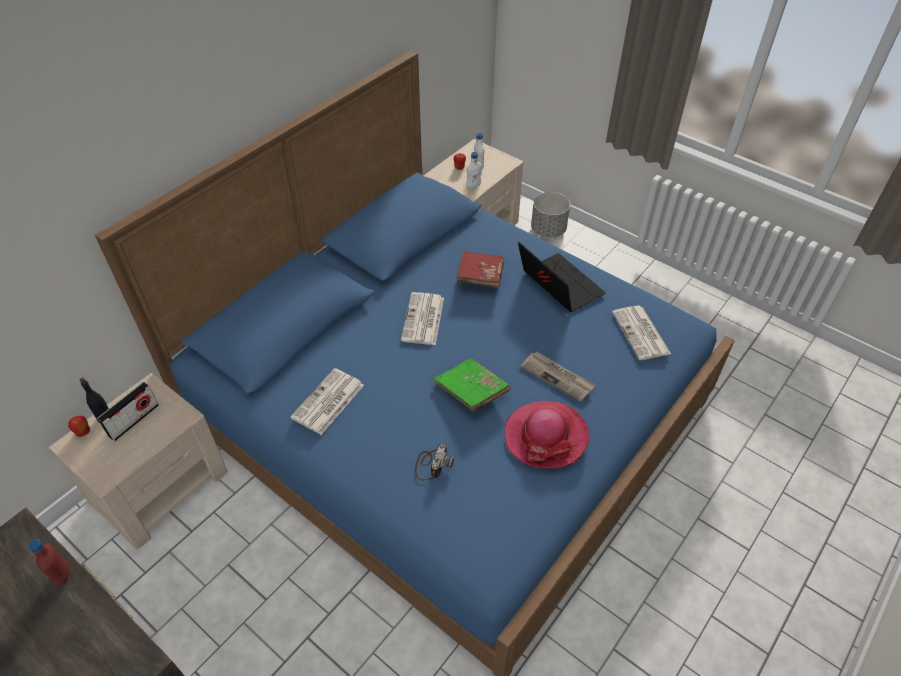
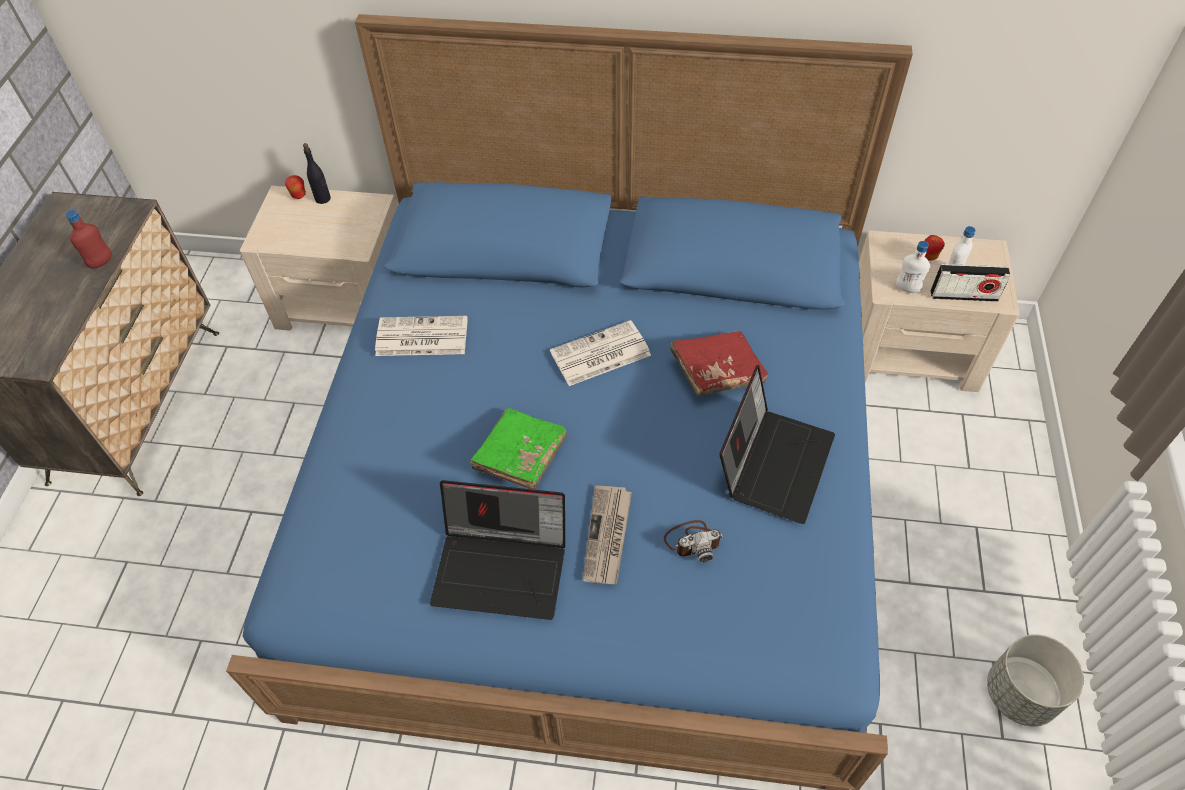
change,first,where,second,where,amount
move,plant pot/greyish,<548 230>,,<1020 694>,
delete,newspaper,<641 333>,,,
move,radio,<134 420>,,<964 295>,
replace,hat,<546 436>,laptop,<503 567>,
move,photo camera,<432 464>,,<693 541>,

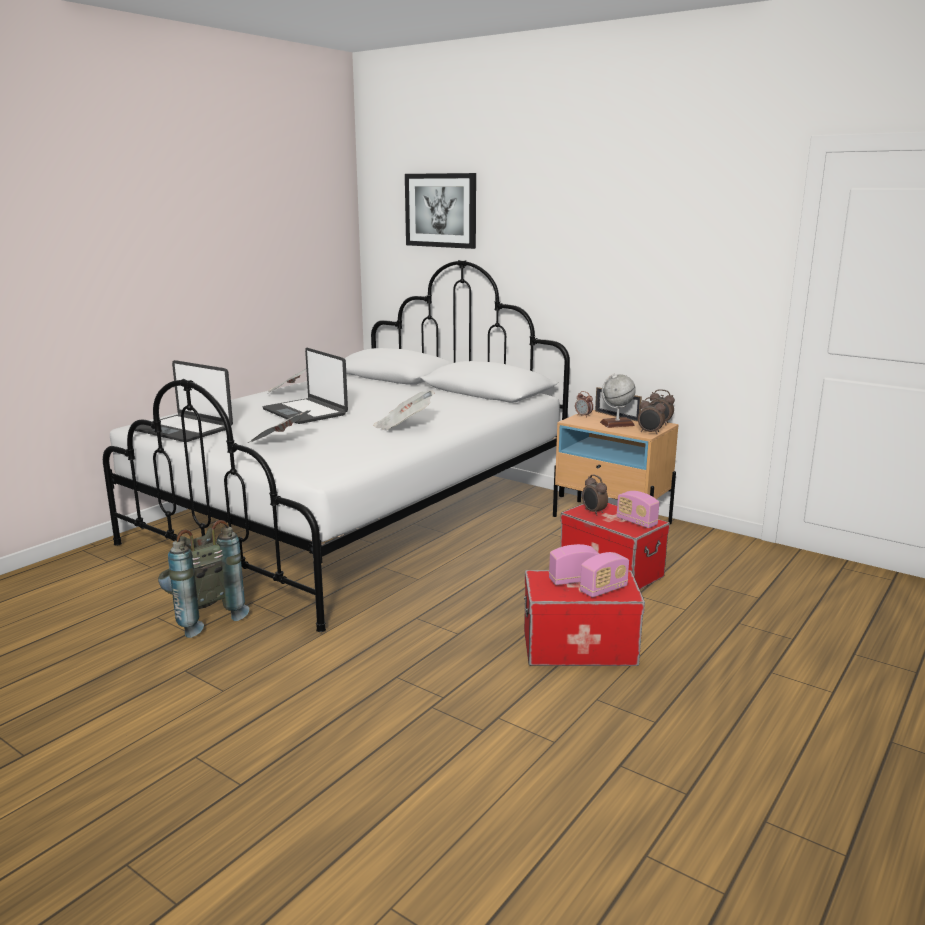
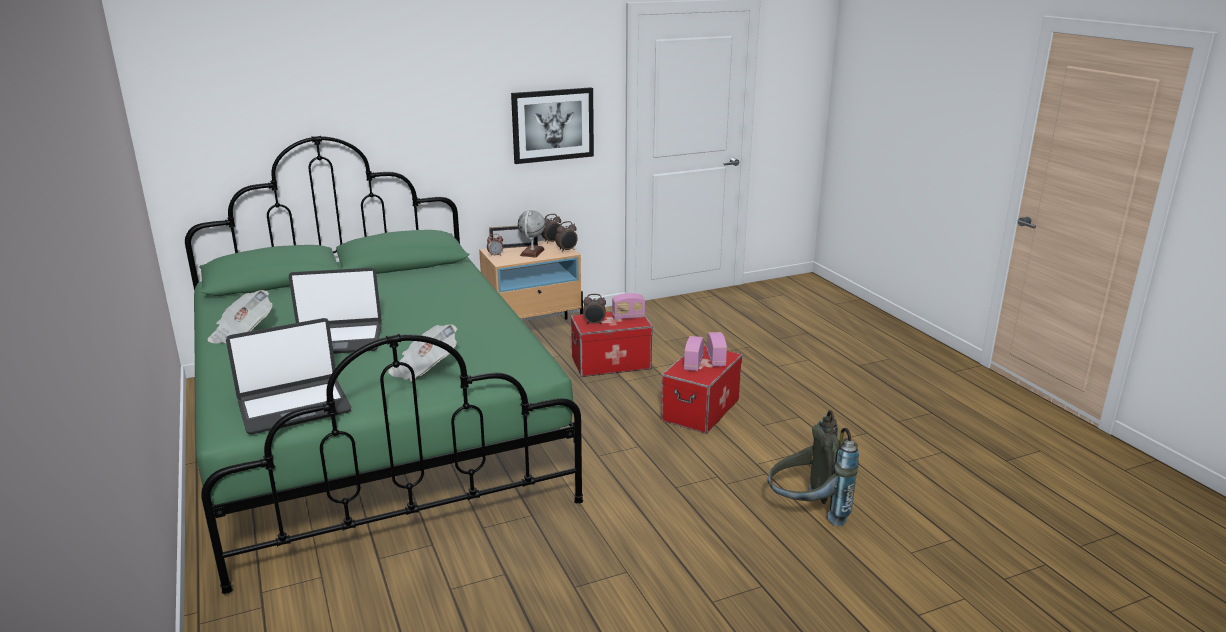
change,first,where,second,where,amount
move,wall picture,<441 210>,,<552 125>,
recolor,bed/whitish,<357 519>,bed/green-coloured,<375 433>,
delete,newspaper,<403 426>,,,
move,backpack/greyish,<201 617>,,<806 513>,

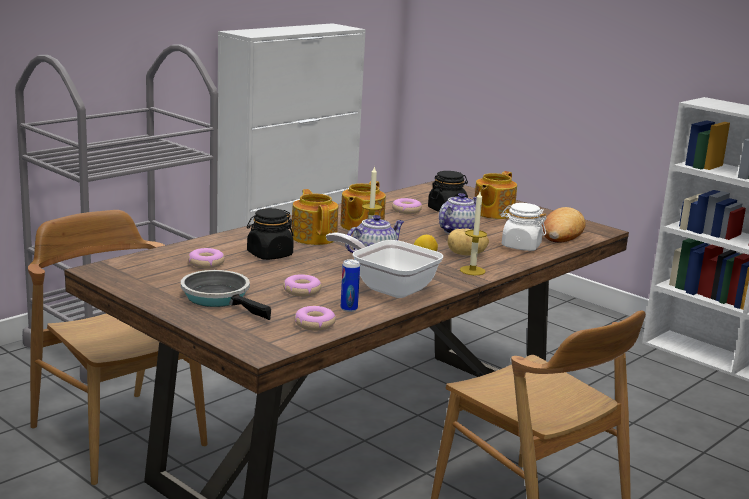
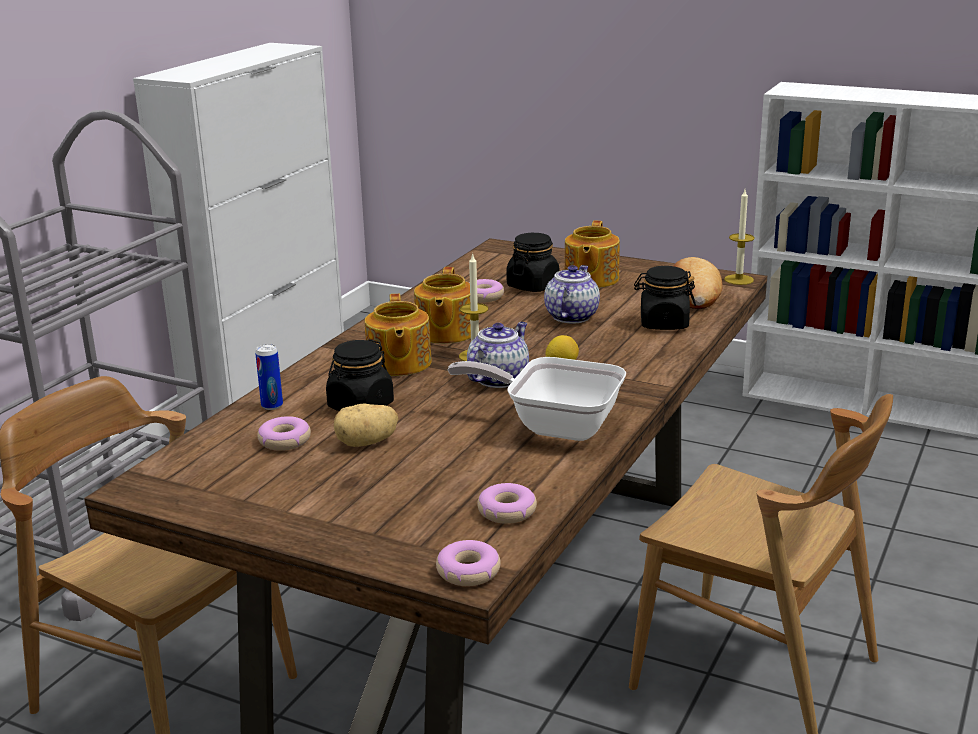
change,first,where,second,where,amount
rotate,pot for tea,<314 237>,,<398 364>,150 degrees counterclockwise
move,candle,<472 270>,,<739 279>,
recolor,preserve jar/whitish,<520 246>,preserve jar/blackish,<663 323>,
move,whole potato,<466 254>,,<367 443>,
move,metal can,<349 309>,,<272 406>,
delete,frying pan,<220 298>,,,
move,doughnut,<302 291>,,<468 572>,

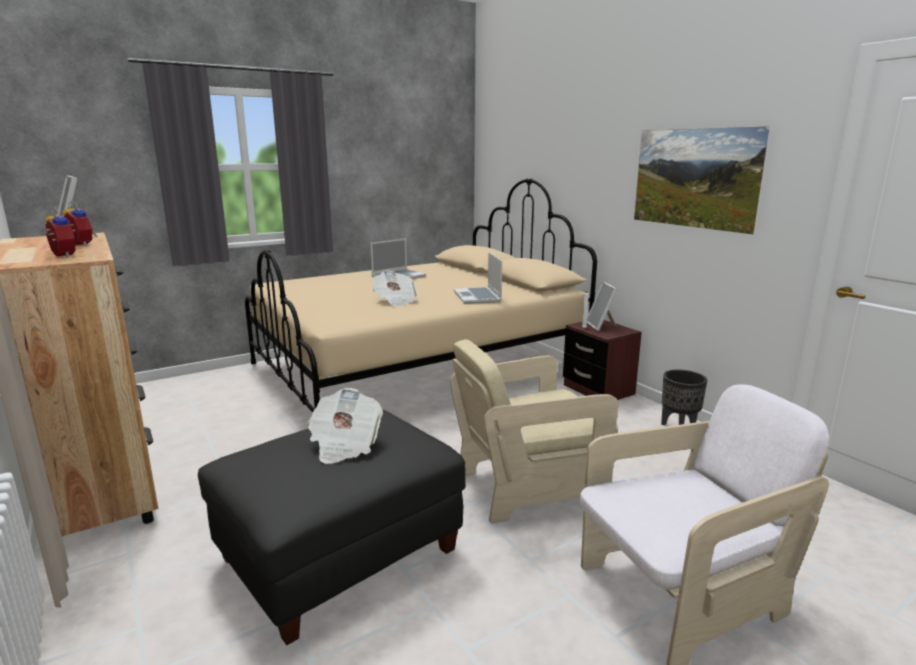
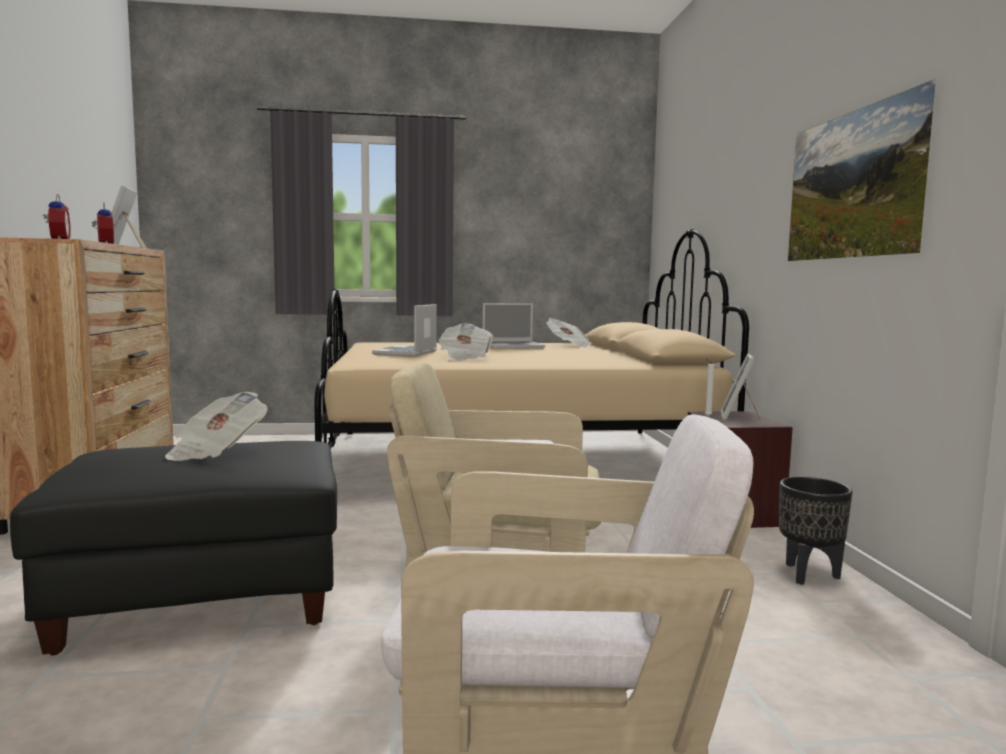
change,first,where,second,where,amount
move,laptop,<478 297>,,<406 353>,
insert,,,newspaper,<568 346>,

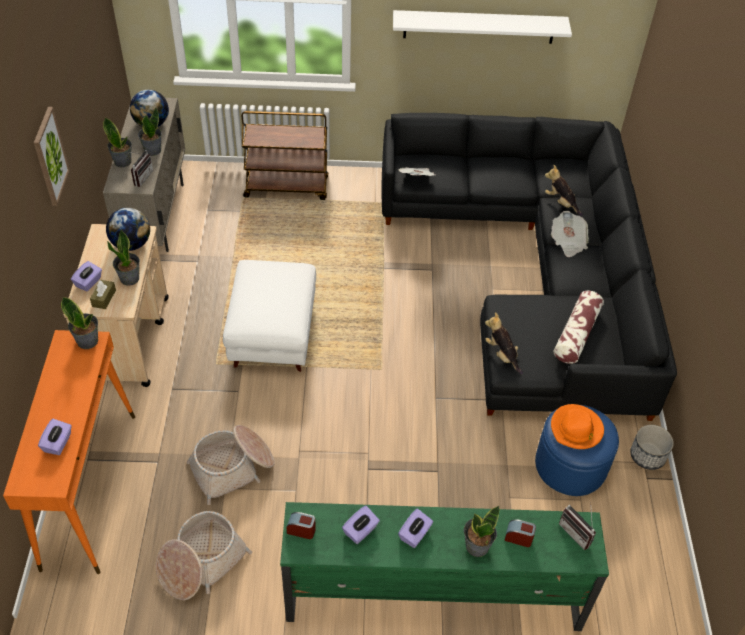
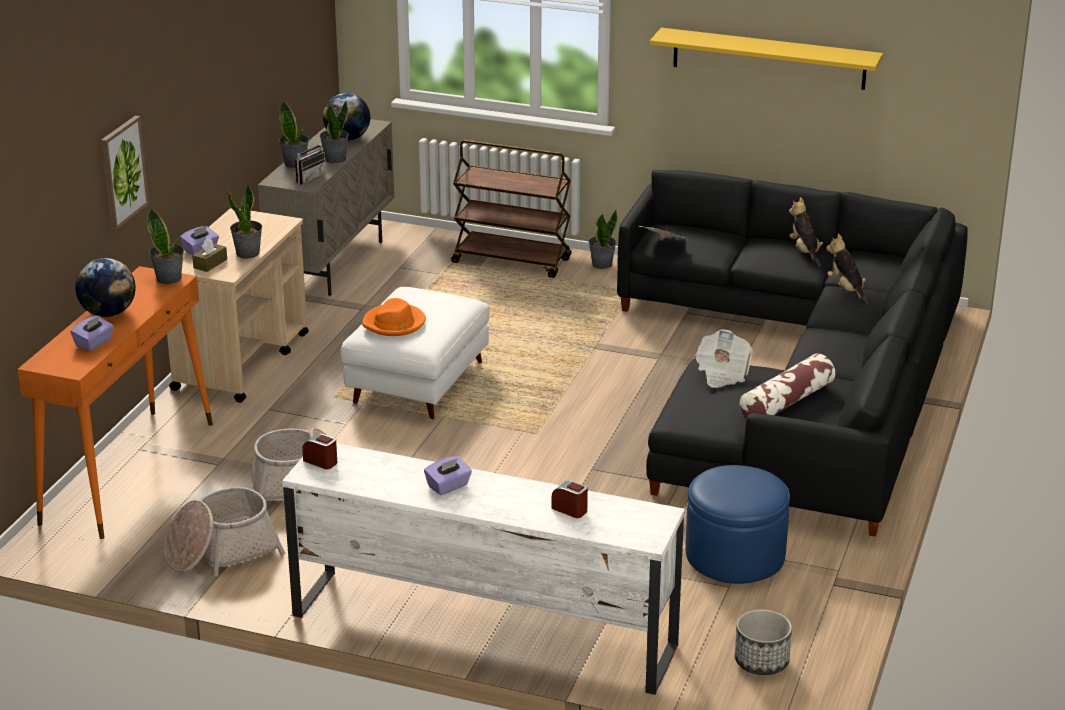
change,first,where,second,where,amount
recolor,shelf/whitish,<479 27>,shelf/yellow-coloured,<769 58>,
move,wall picture,<50 156>,,<123 172>,
move,desk globe,<131 244>,,<108 313>,
move,newspaper,<568 242>,,<722 374>,
move,plush toy,<502 355>,,<805 252>,
move,hat/orange,<576 429>,,<394 323>,
move,plant pot,<647 456>,,<762 662>,
recolor,tv unit/green-coloured,<432 596>,tv unit/whitish,<481 629>,
delete,radio,<577 533>,,,
delete,box of tissues/purplish,<361 531>,,,
move,potted plant,<476 546>,,<601 264>,

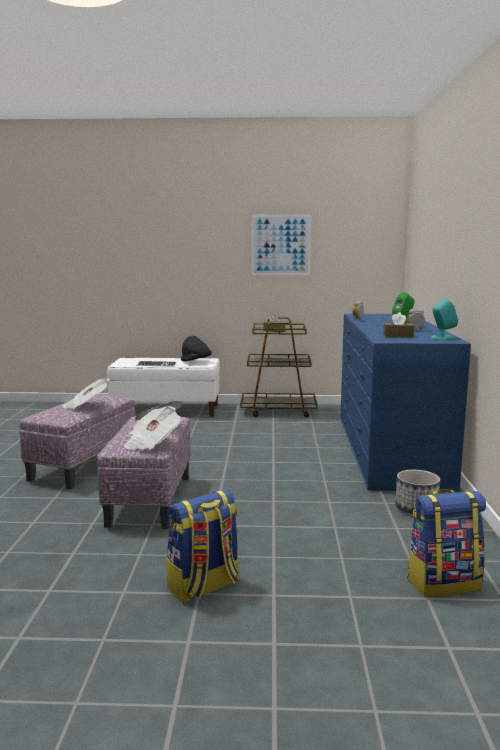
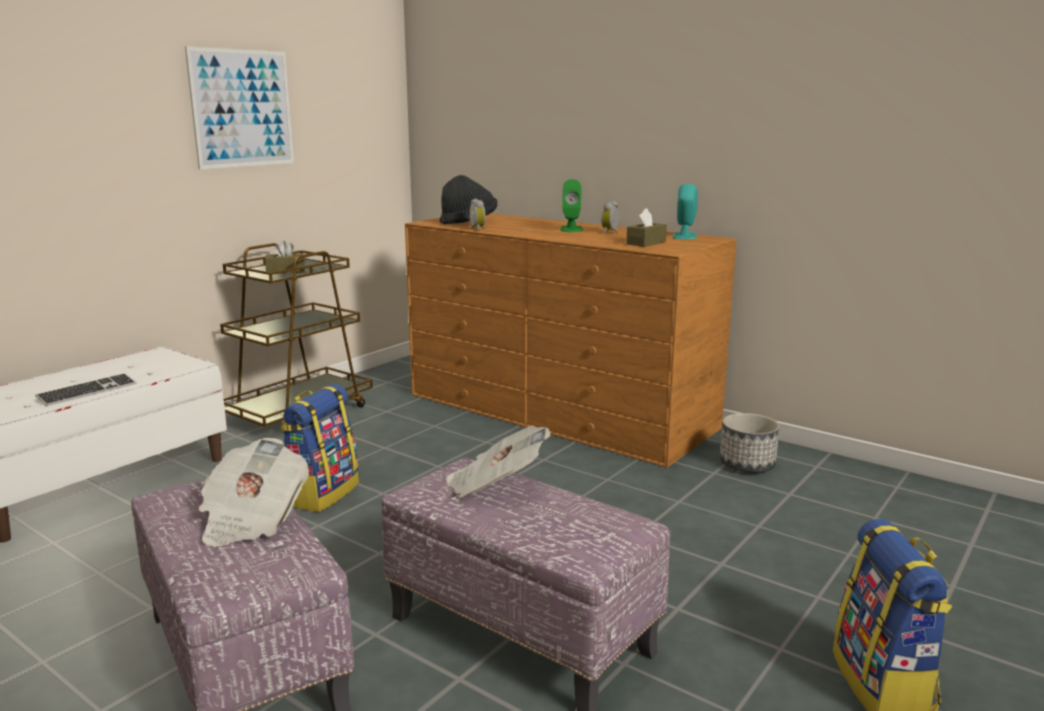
change,first,where,second,where,amount
recolor,dresser/blue-coloured,<390 450>,dresser/brownish,<558 411>,
move,hat/blackish,<196 362>,,<469 222>,
delete,newspaper,<152 443>,,,
move,backpack,<443 583>,,<322 493>,

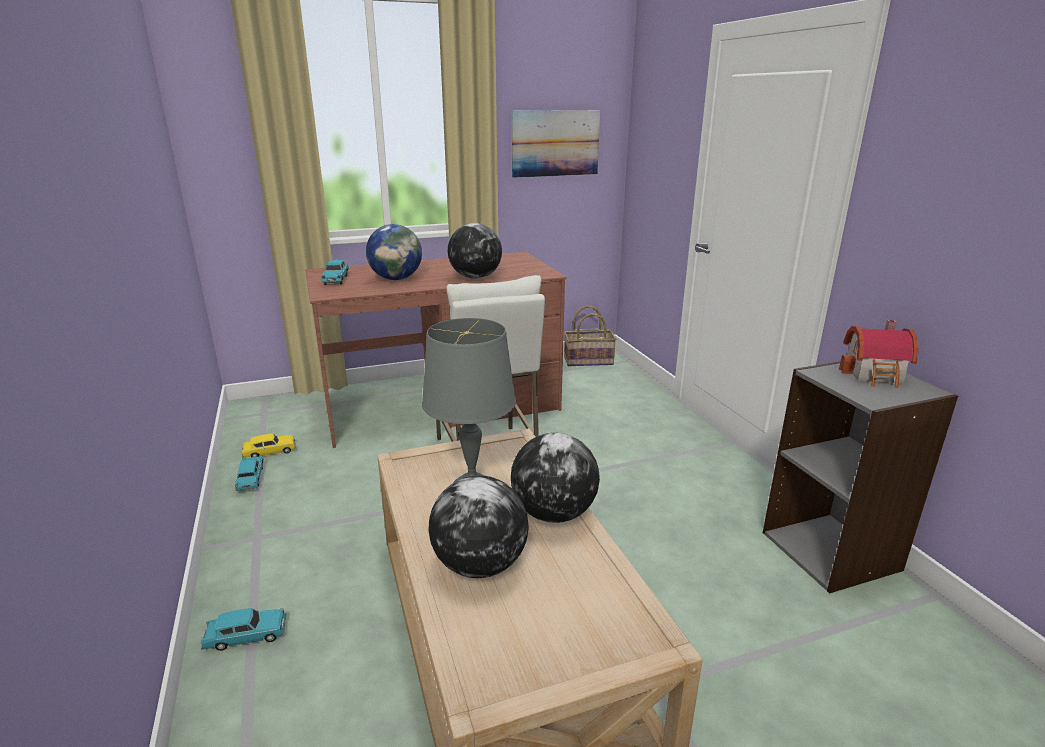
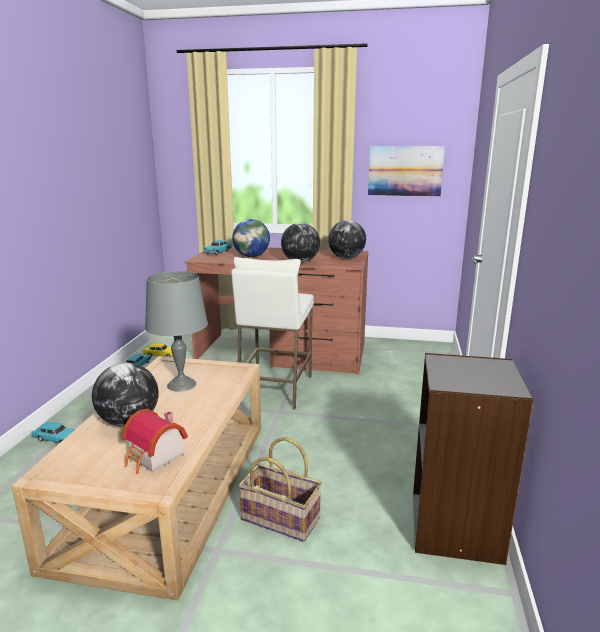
change,first,where,second,where,amount
move,basket,<588 360>,,<281 518>,
move,model house,<876 375>,,<154 458>,
move,desk globe,<554 513>,,<346 258>,

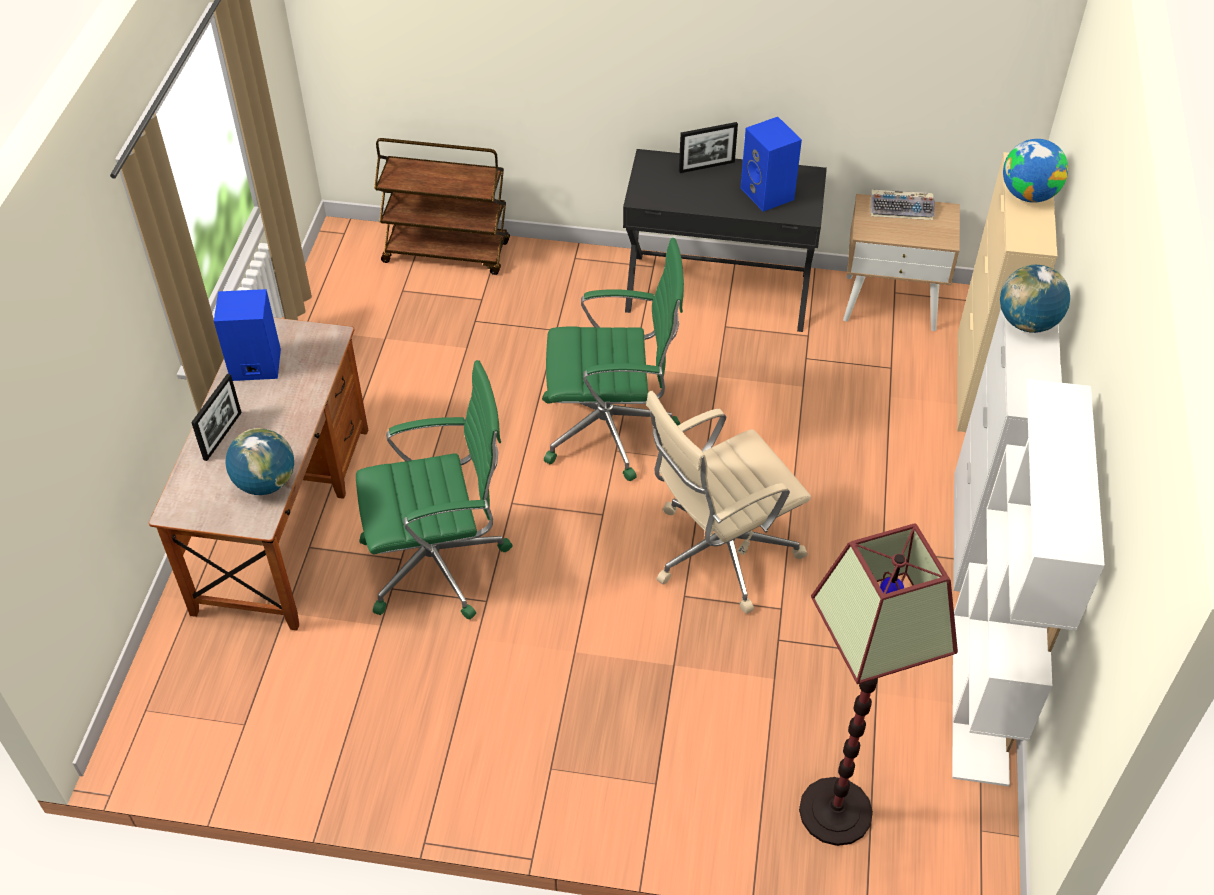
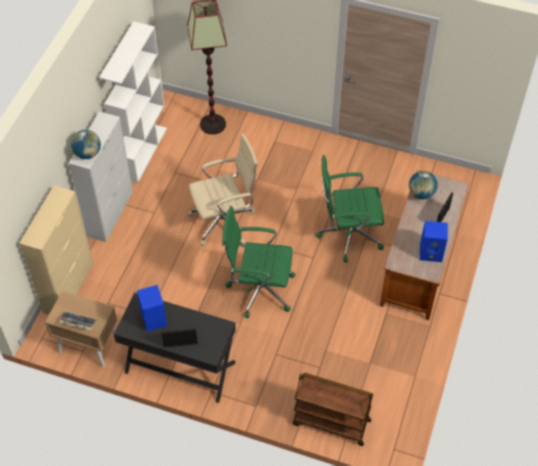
change,first,where,second,where,amount
delete,desk globe,<1028 195>,,,

